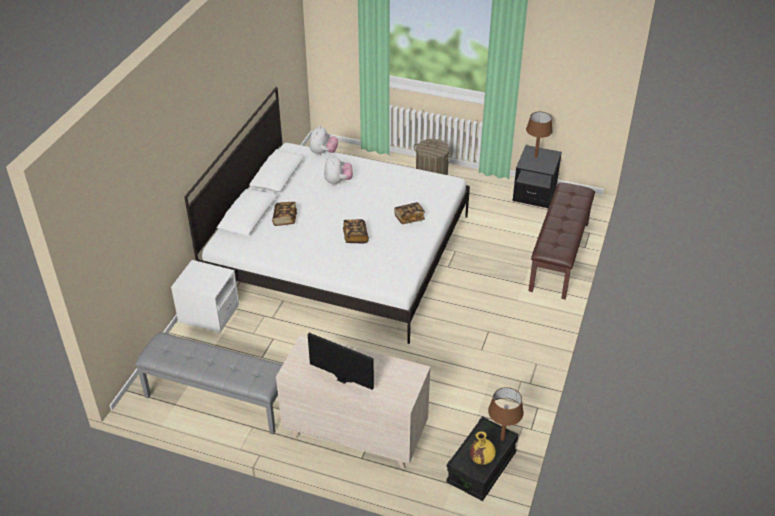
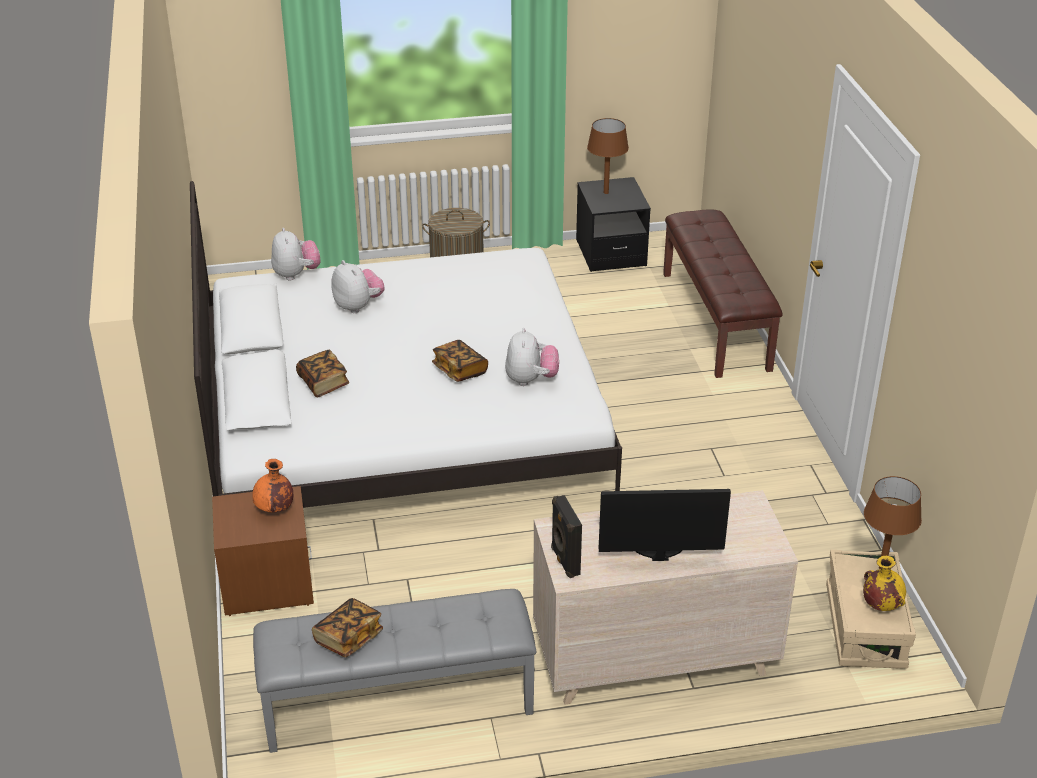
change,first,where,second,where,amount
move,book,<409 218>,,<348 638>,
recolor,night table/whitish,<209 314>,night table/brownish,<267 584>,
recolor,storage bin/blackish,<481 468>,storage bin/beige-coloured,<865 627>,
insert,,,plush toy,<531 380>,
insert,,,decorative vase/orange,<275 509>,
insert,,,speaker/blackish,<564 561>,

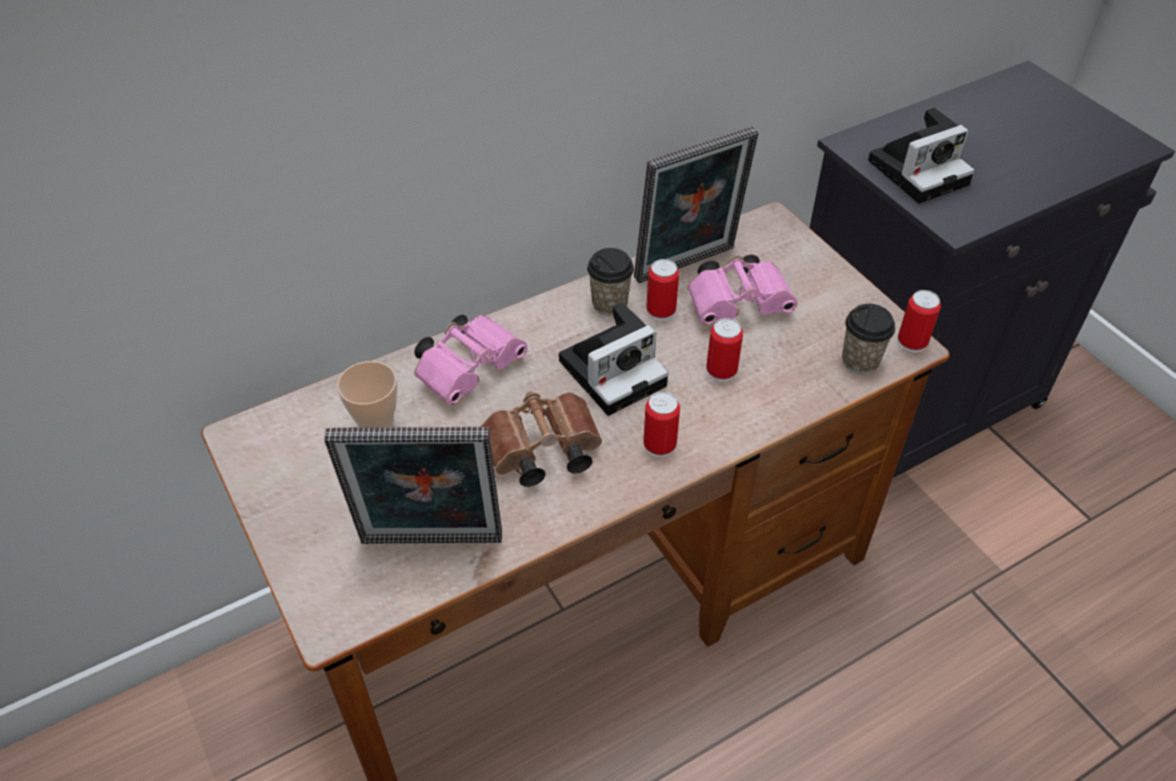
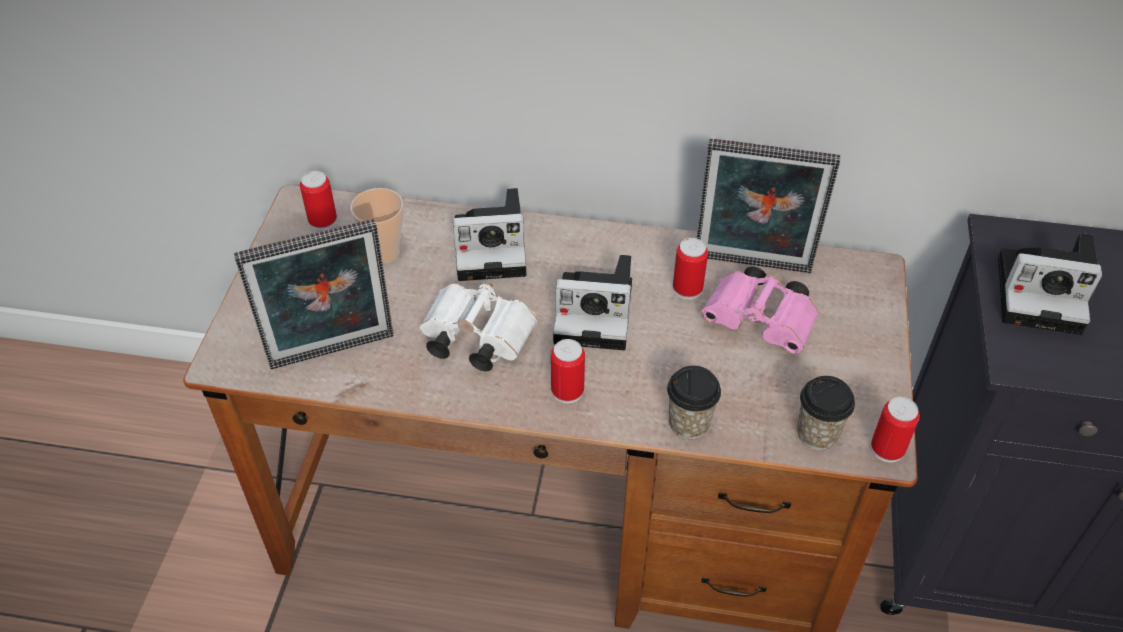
change,first,where,second,where,amount
move,small cup,<609 304>,,<689 423>,
replace,binoculars/pink-coloured,<471 368>,photo camera,<494 247>,
move,metal can,<721 371>,,<323 221>,
recolor,binoculars/brownish,<540 453>,binoculars/whitish,<474 339>,
rotate,photo frame,<431 545>,,<333 354>,60 degrees counterclockwise

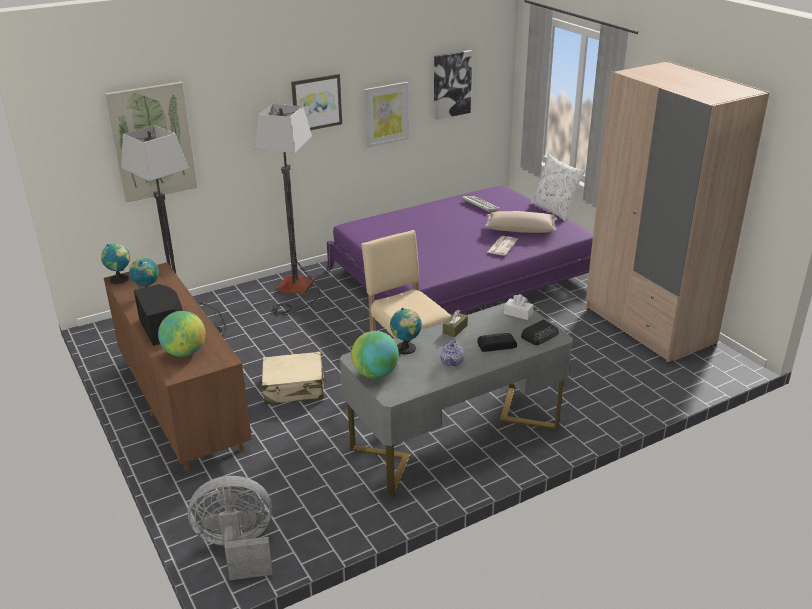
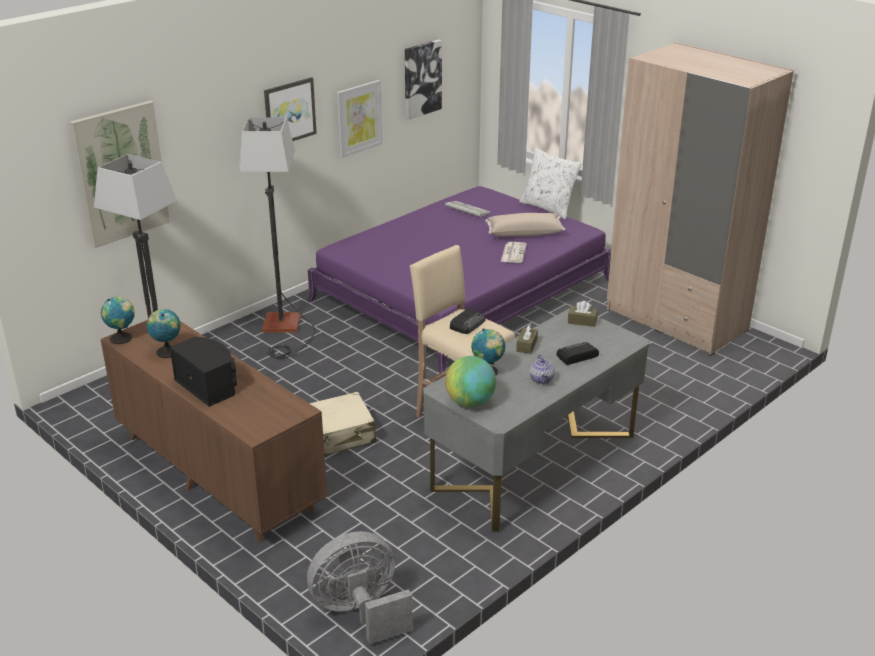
change,first,where,second,where,amount
recolor,box of tissues/whitish,<518 314>,box of tissues/brownish,<582 321>,
delete,desk globe,<185 352>,,,
move,radio,<540 335>,,<467 324>,

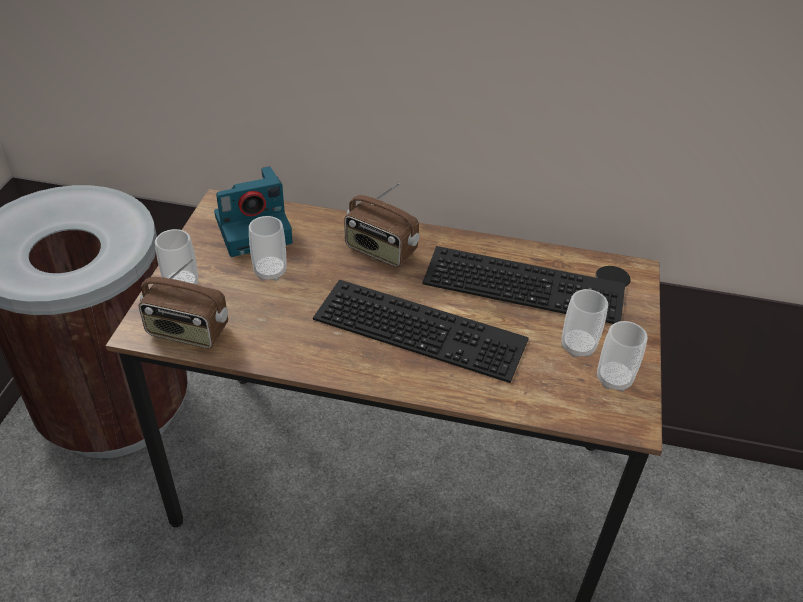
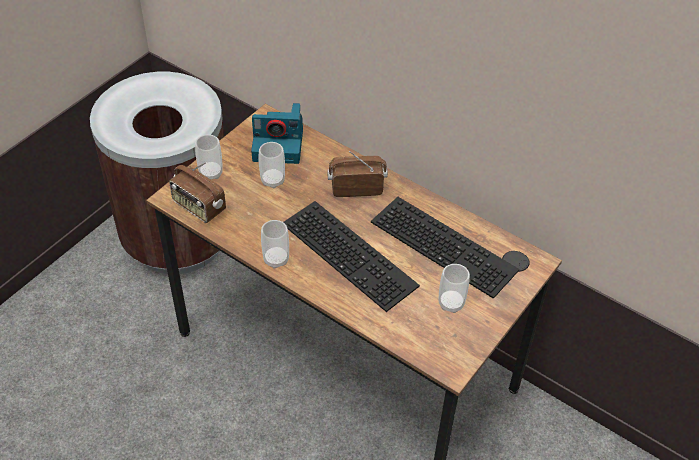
change,first,where,second,where,amount
rotate,radio,<380 251>,,<356 188>,120 degrees clockwise
move,small cup,<614 379>,,<276 259>,

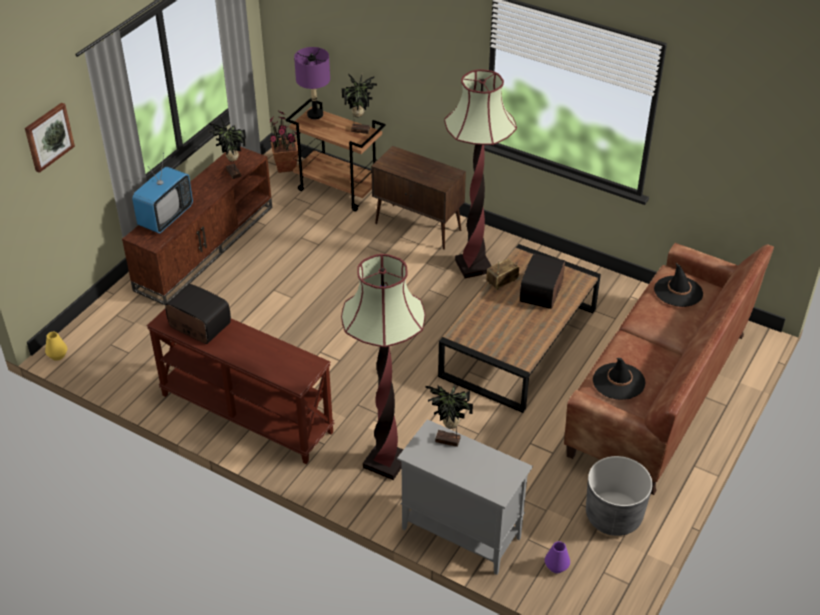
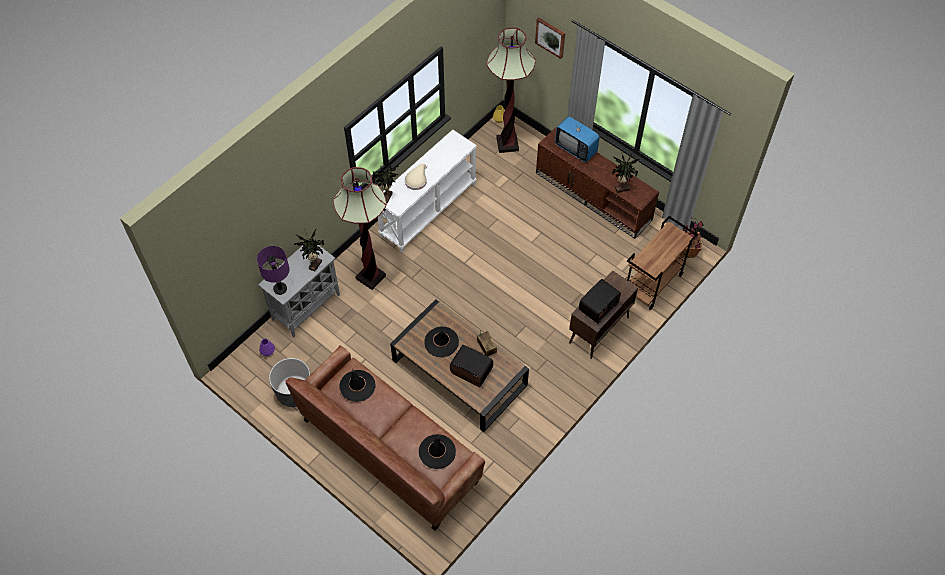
change,first,where,second,where,amount
move,table lamp/purplish,<315 115>,,<280 289>,
move,standard lamp,<473 266>,,<507 144>,
move,potted plant,<360 129>,,<387 197>,
move,radio,<199 326>,,<598 306>,
recolor,hall table/brownish,<245 414>,hall table/whitish,<428 209>,
insert,,,hat/beige-coloured,<416 180>,
insert,,,hat/blackish,<441 342>,

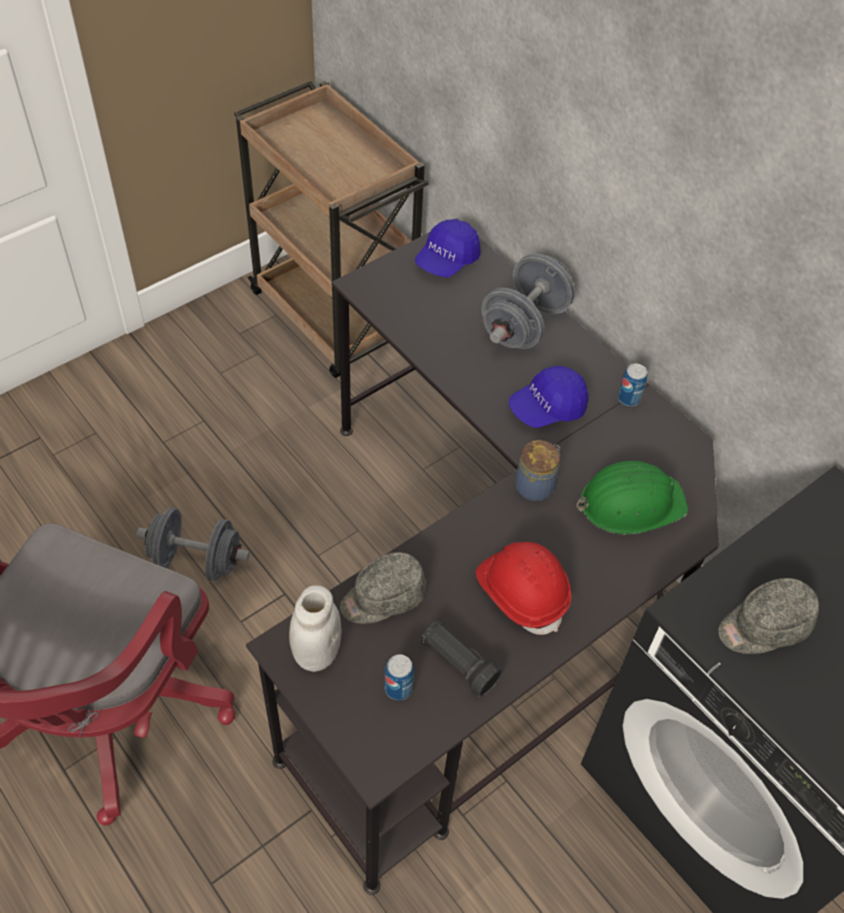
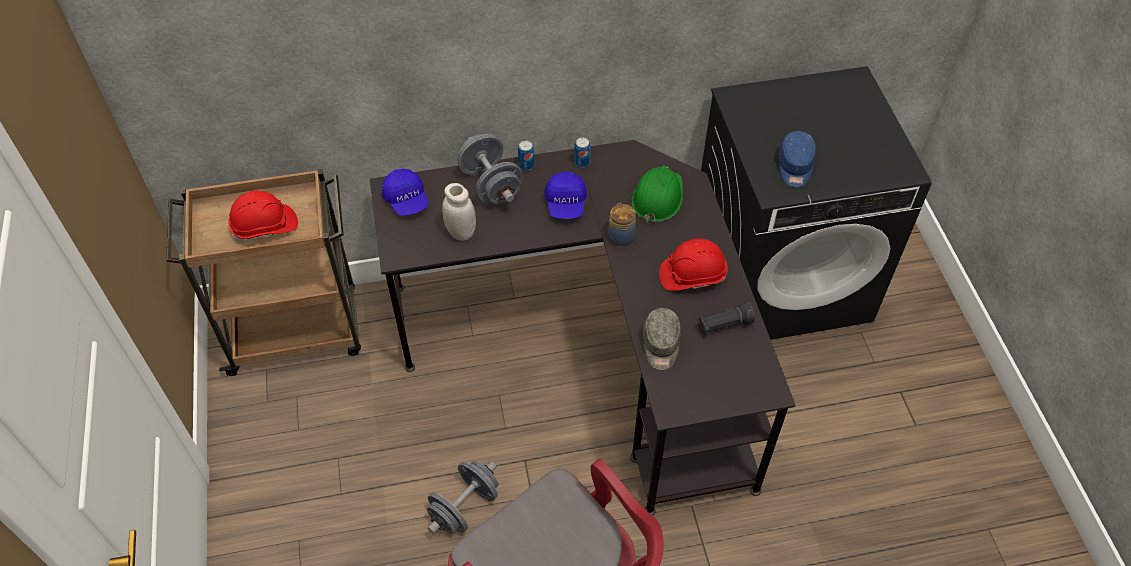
change,first,where,second,where,amount
recolor,peaked cap/greyish,<763 626>,peaked cap/blue-coloured,<795 167>,
move,preserve jar/whitish,<316 653>,,<461 232>,
move,metal can,<398 688>,,<526 165>,
insert,,,hard hat/red-coloured,<265 227>,

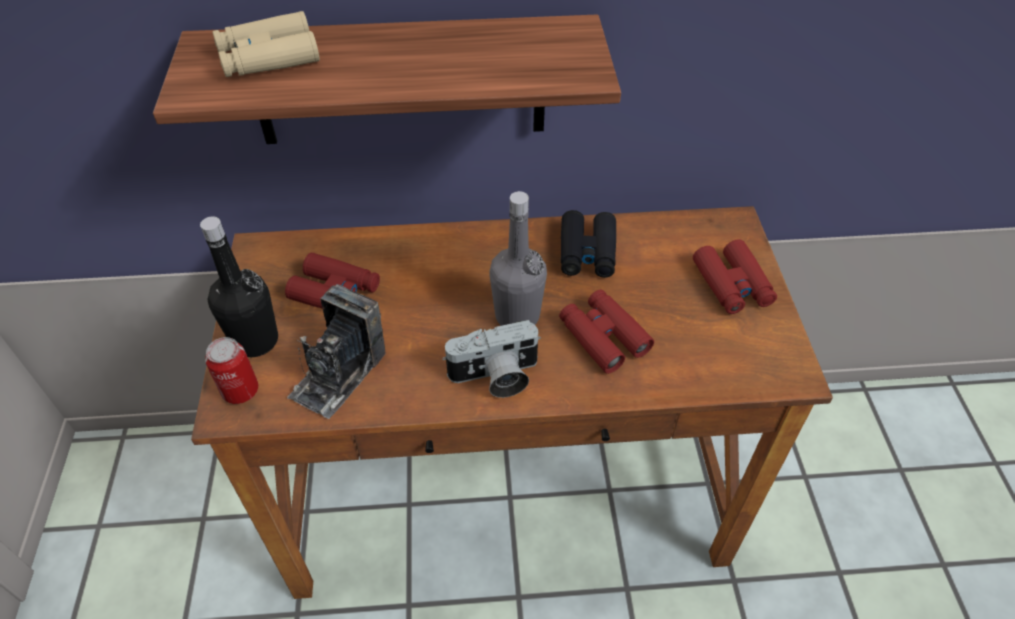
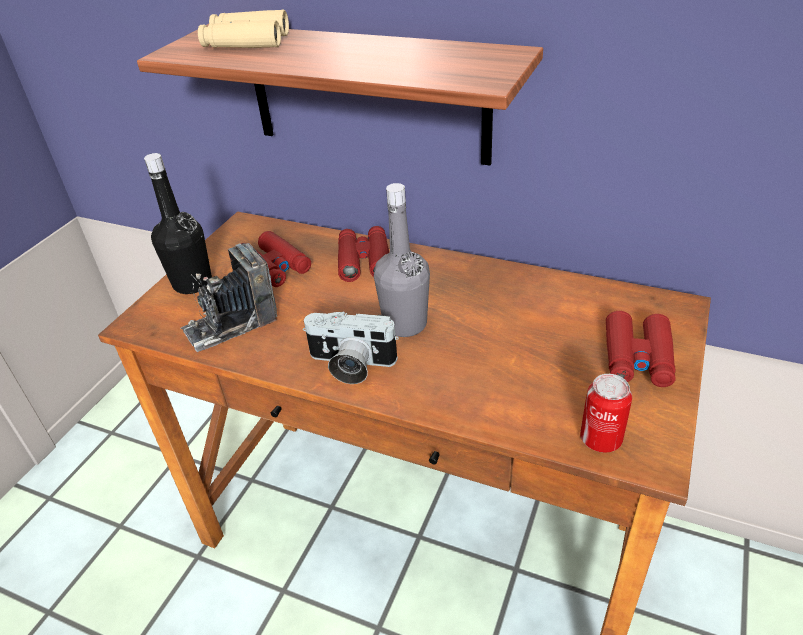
change,first,where,second,where,amount
delete,binoculars/blackish,<587 252>,,,
move,binoculars/red-coloured,<603 337>,,<364 261>,
move,metal can,<240 391>,,<600 439>,

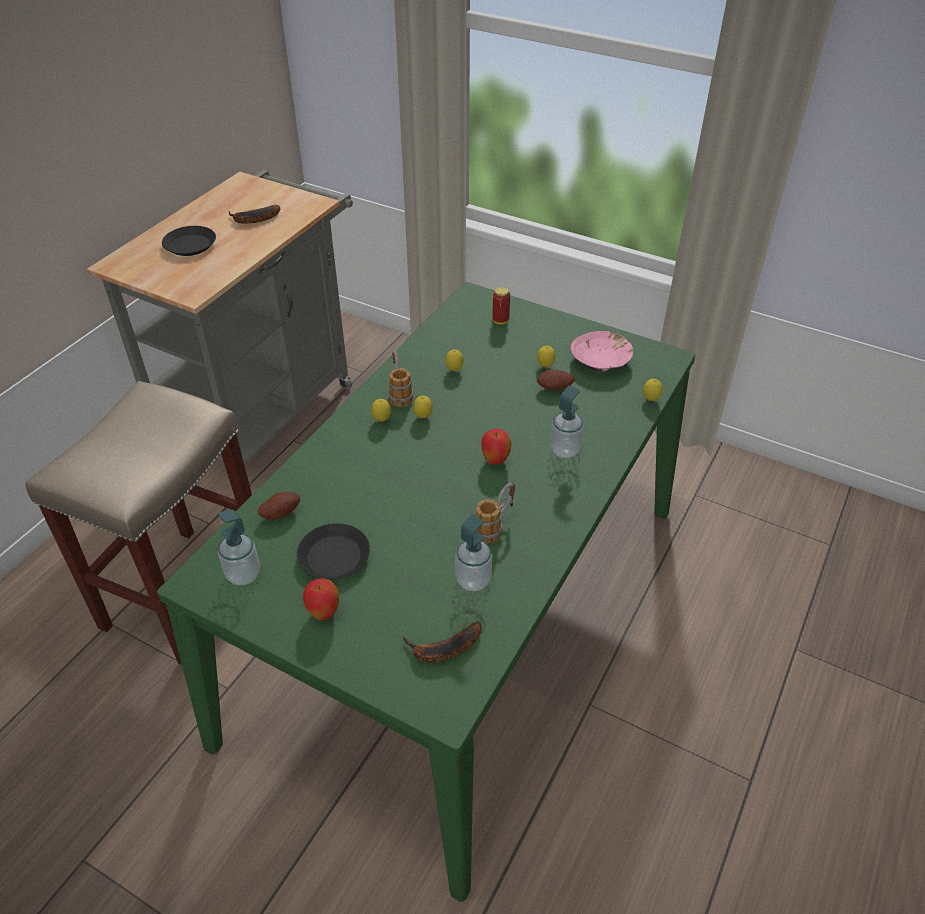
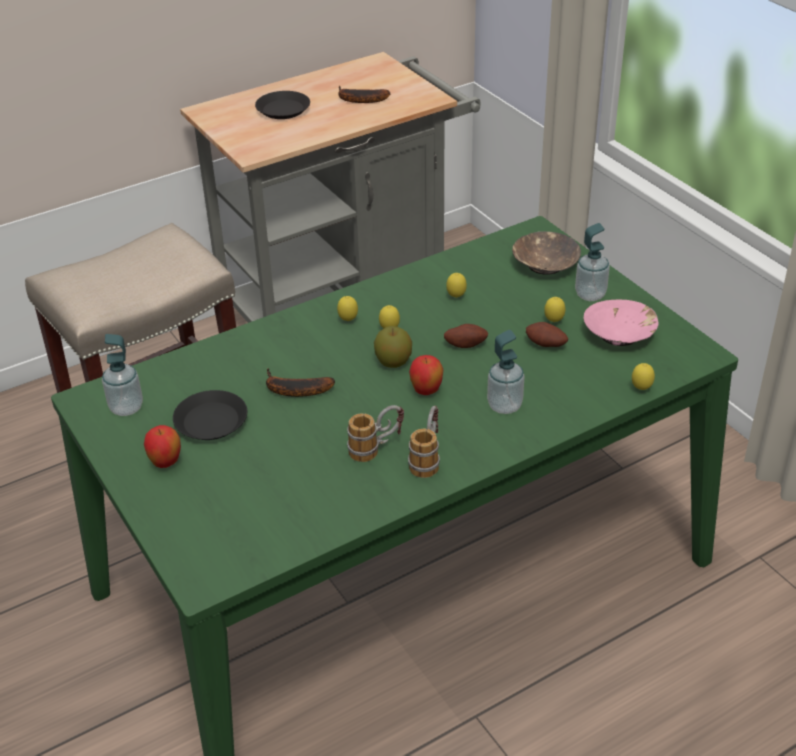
change,first,where,second,where,amount
replace,metal can,<500 321>,serving bowl/brownish,<544 264>,
move,coffee mug,<399 392>,,<427 458>,
move,whole potato,<280 513>,,<465 344>,
move,soap bottle,<473 580>,,<590 294>,
move,banana,<443 650>,,<293 390>,
insert,,,apple,<393 362>,

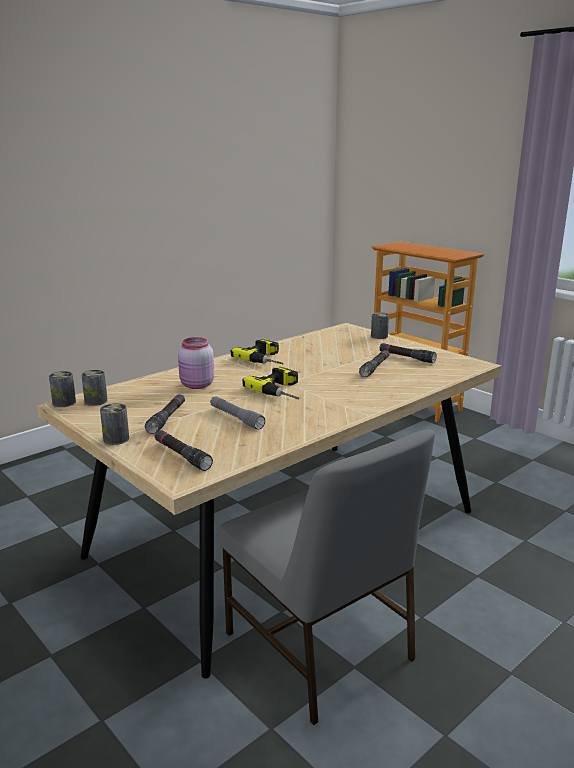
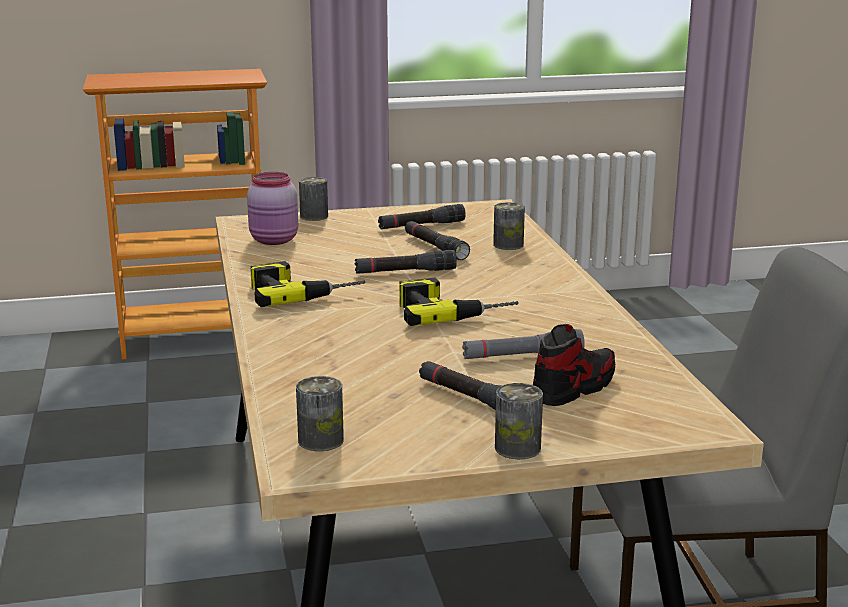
change,first,where,second,where,amount
move,preserve jar/pink-coloured,<196 385>,,<275 240>,
move,metal can,<64 403>,,<508 245>,
move,torch/blackish,<182 455>,,<405 272>,
insert,,,low shoe,<573 388>,

